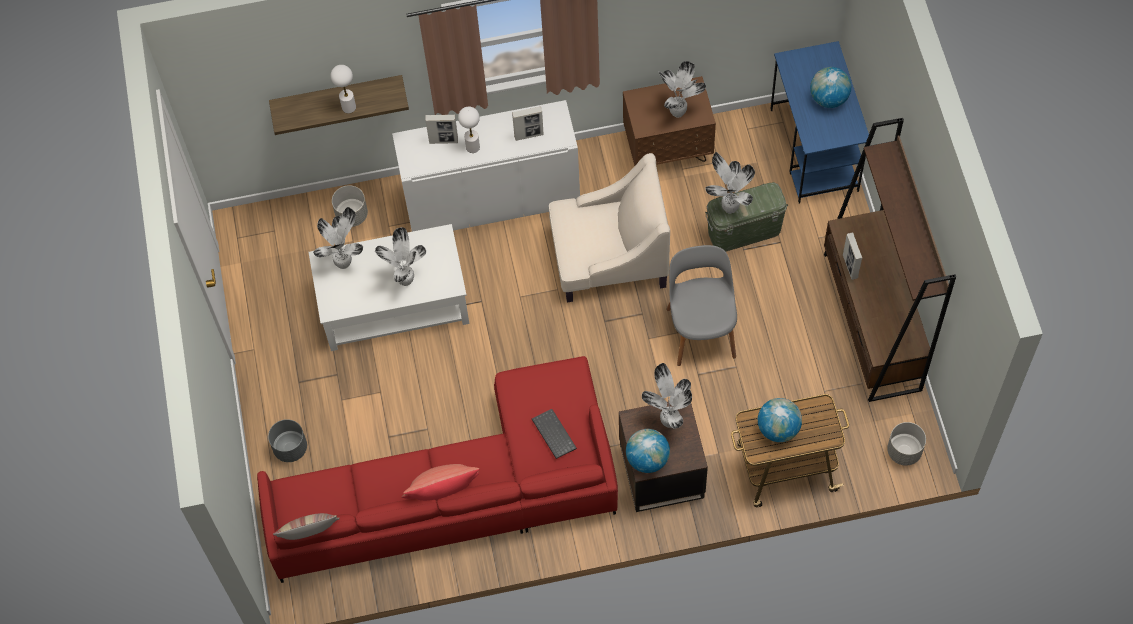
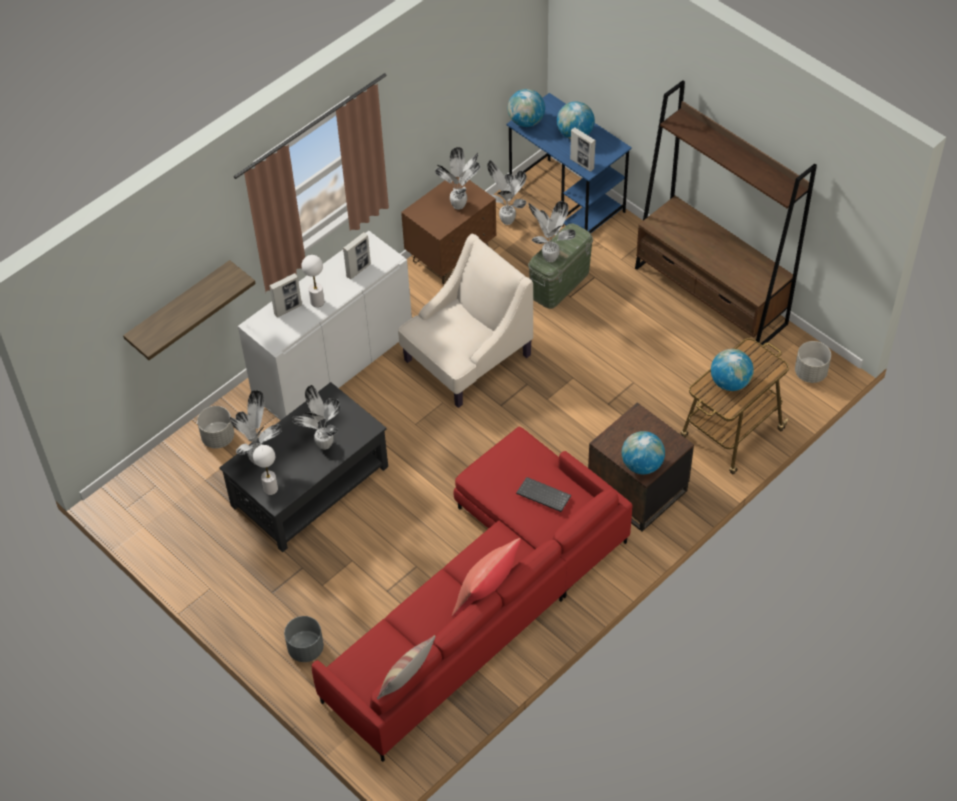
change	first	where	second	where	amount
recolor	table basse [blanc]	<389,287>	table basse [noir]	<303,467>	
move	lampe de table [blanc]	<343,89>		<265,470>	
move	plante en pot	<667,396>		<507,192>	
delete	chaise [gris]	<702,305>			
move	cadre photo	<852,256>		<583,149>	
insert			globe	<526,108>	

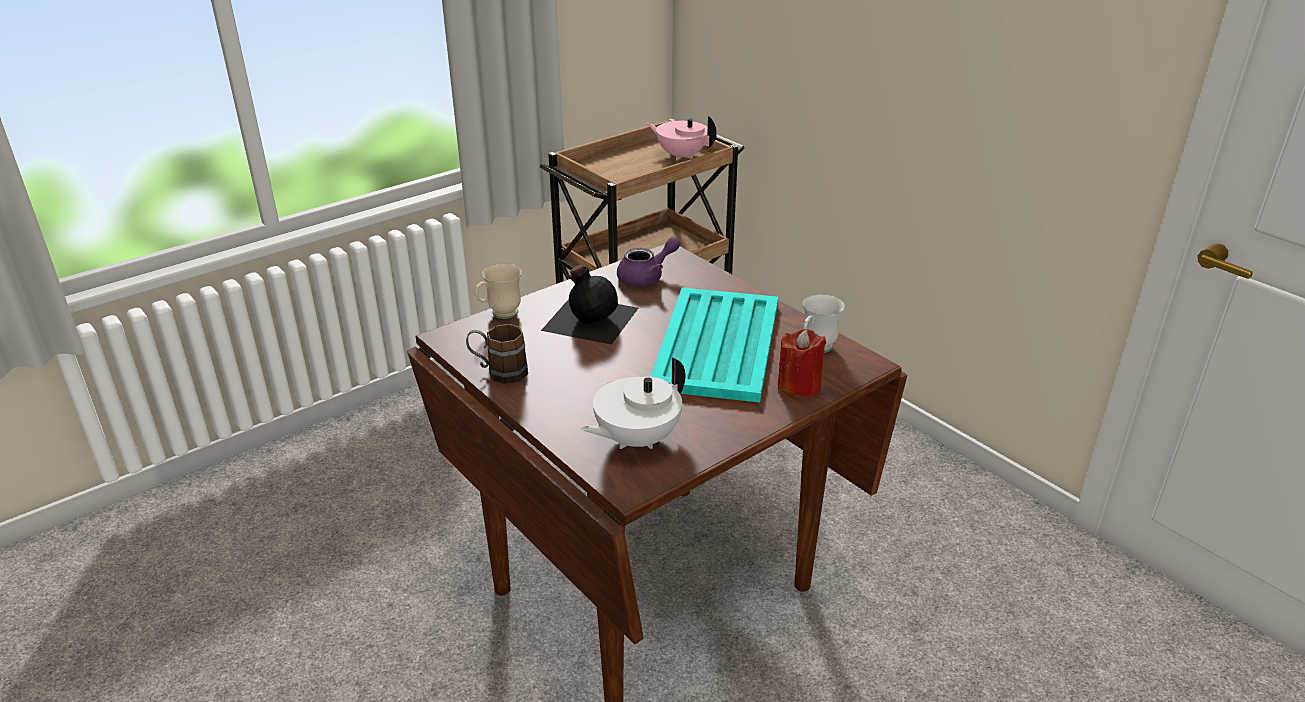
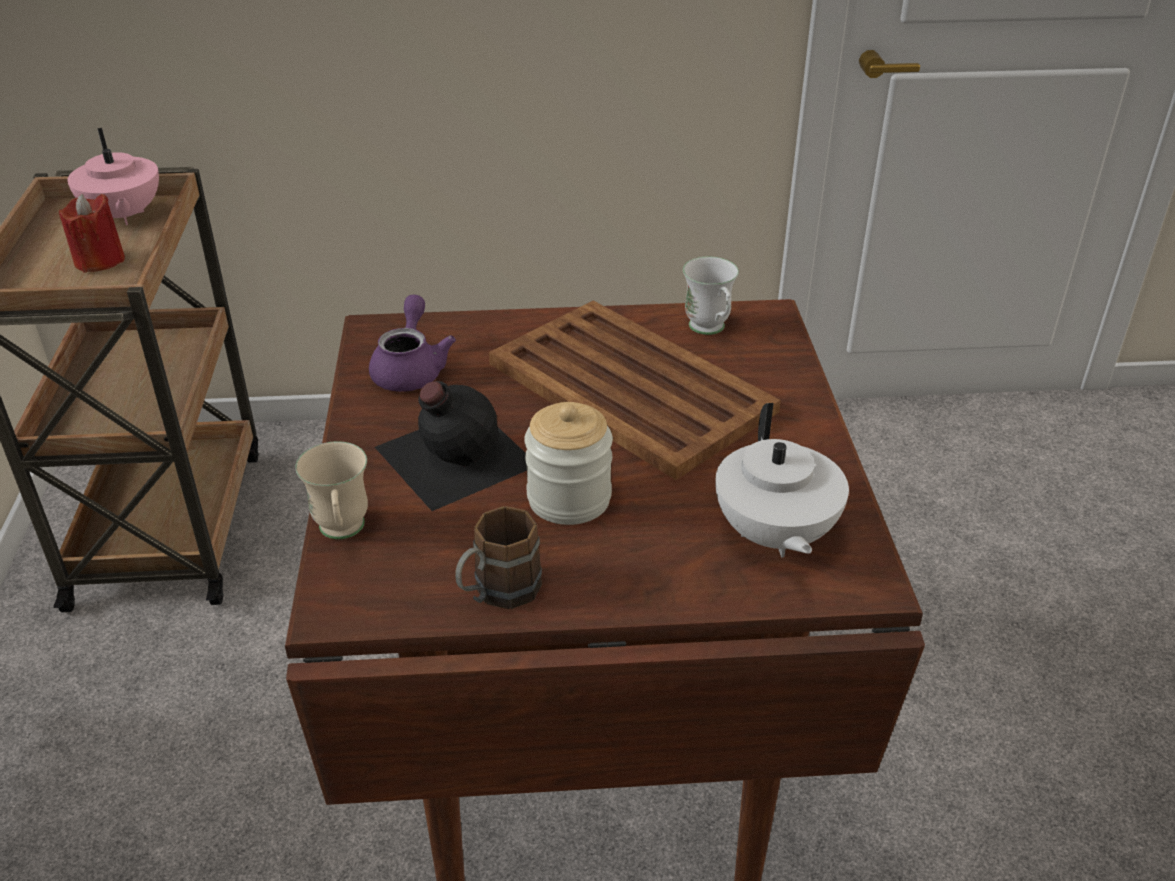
change	first	where	second	where	amount
rotate	théière [rose]	<682,138>		<113,176>	90 degrees counterclockwise
recolor	plateau [turquoise]	<714,345>	plateau [marron]	<635,390>	
move	bougie [rouge]	<802,363>		<92,233>	
insert			bocal	<568,463>	

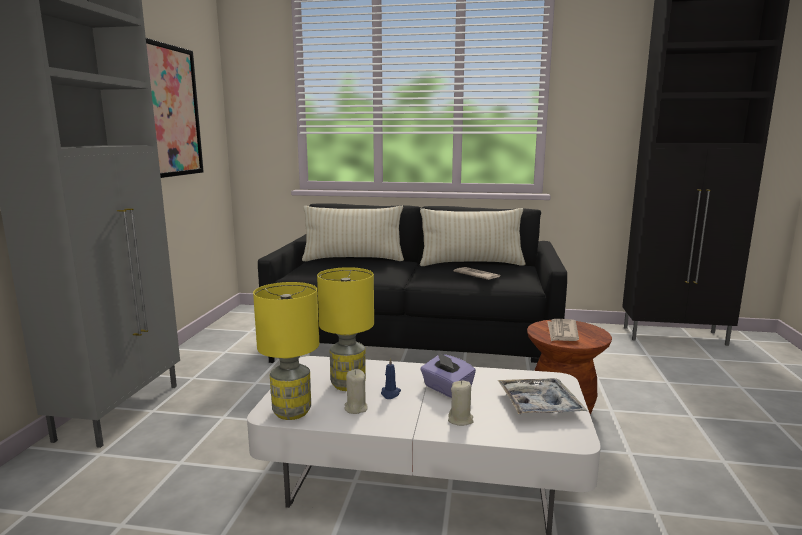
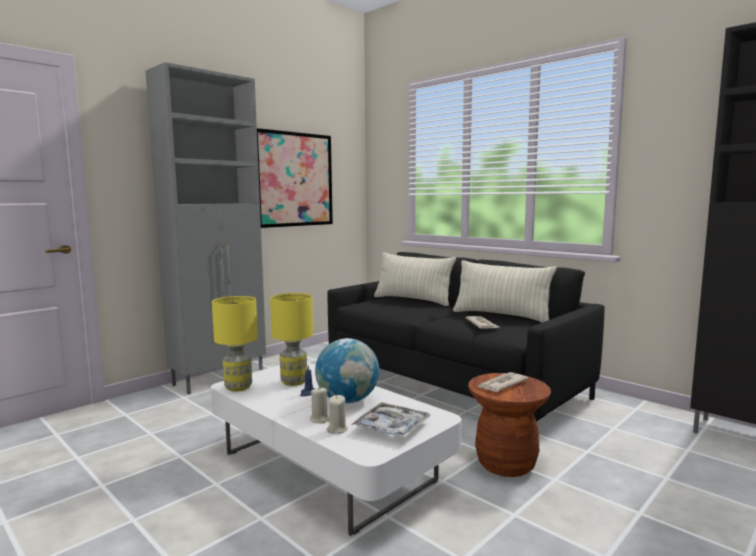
change	first	where	second	where	amount
move	bougie [beige]	<356,391>		<337,414>	
replace	boîte à mouchoirs [violet]	<448,375>	globe	<347,370>	

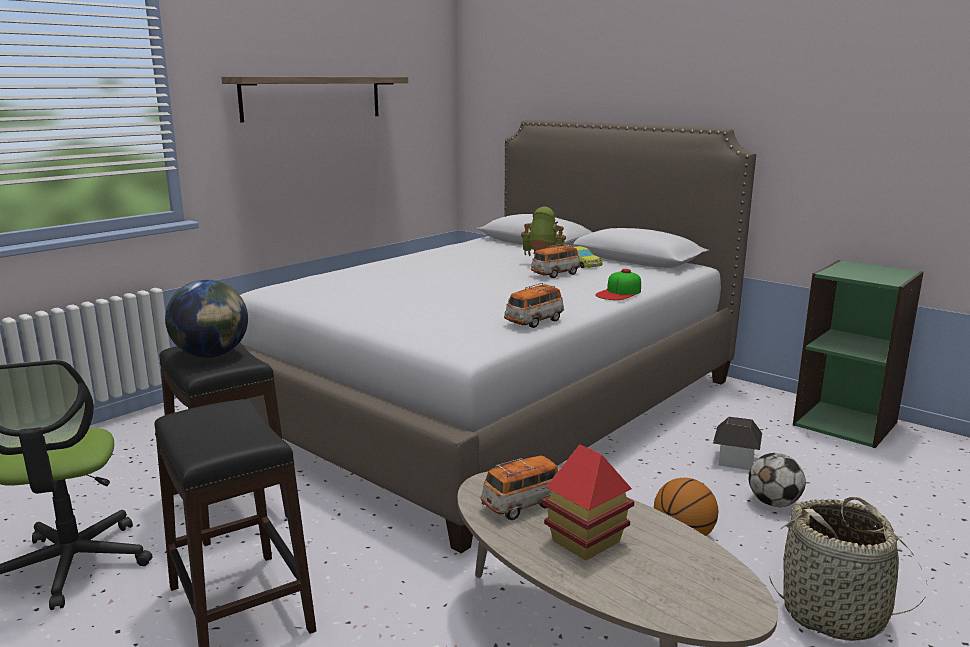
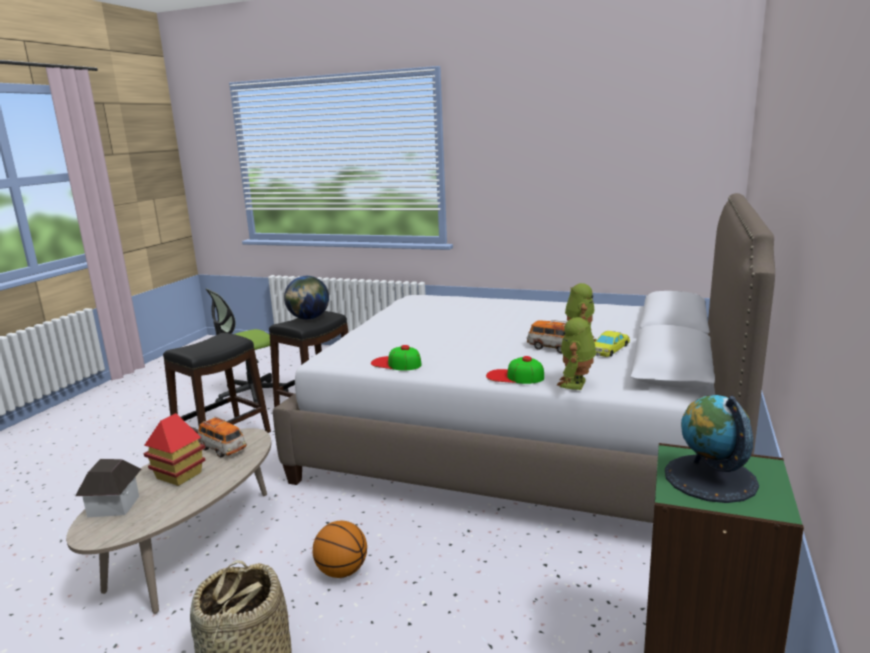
change	first	where	second	where	amount
delete	étagère	<314,99>			
replace	petite voiture	<534,305>	casquette	<396,357>	
move	maison miniature	<737,443>		<108,488>	
delete	ballon de foot	<777,480>			
insert			robot jouet	<576,353>	
insert			globe	<712,449>	

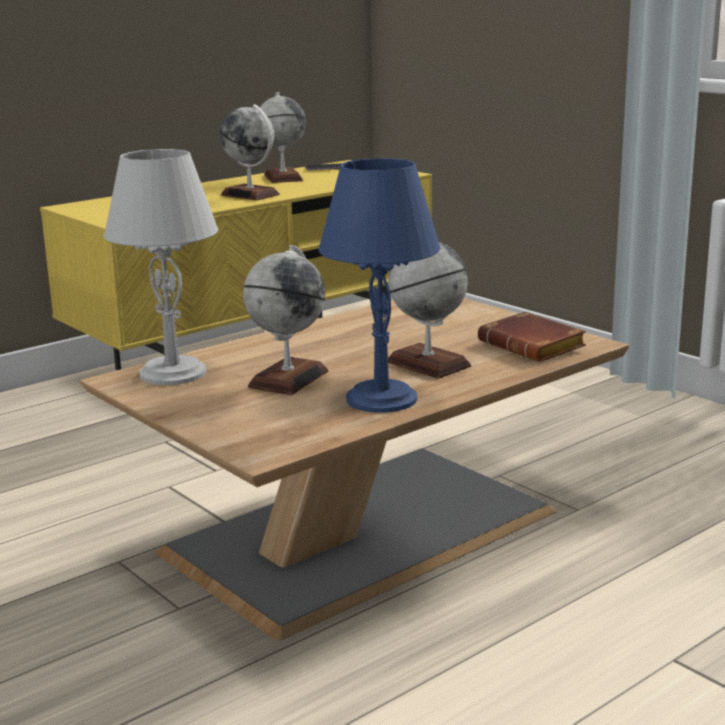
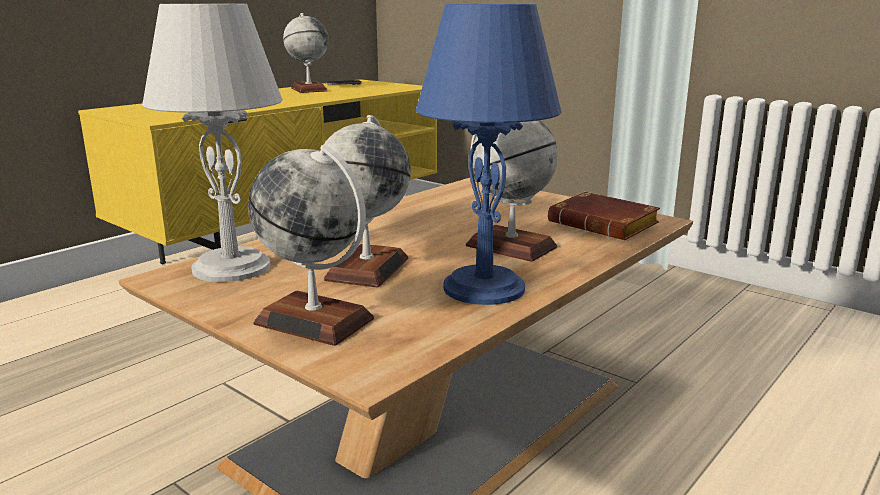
change	first	where	second	where	amount
move	globe	<250,152>		<311,245>	

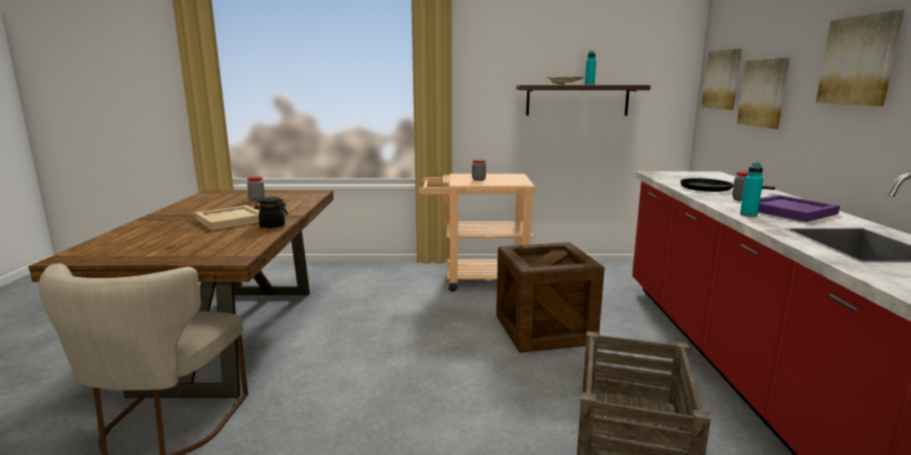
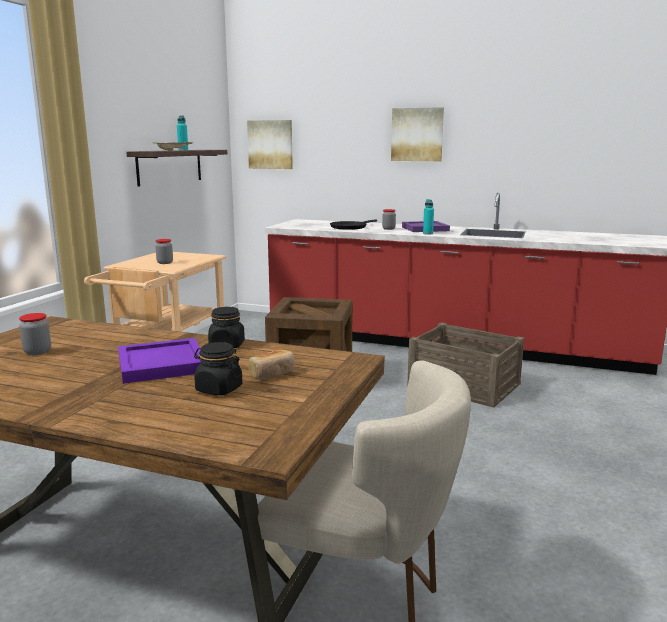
change	first	where	second	where	amount
recolor	plateau [beige]	<227,217>	plateau [violet]	<159,361>	
delete	tableau	<763,93>			
insert			bocal [noir]	<218,368>	
insert			pain	<272,365>	

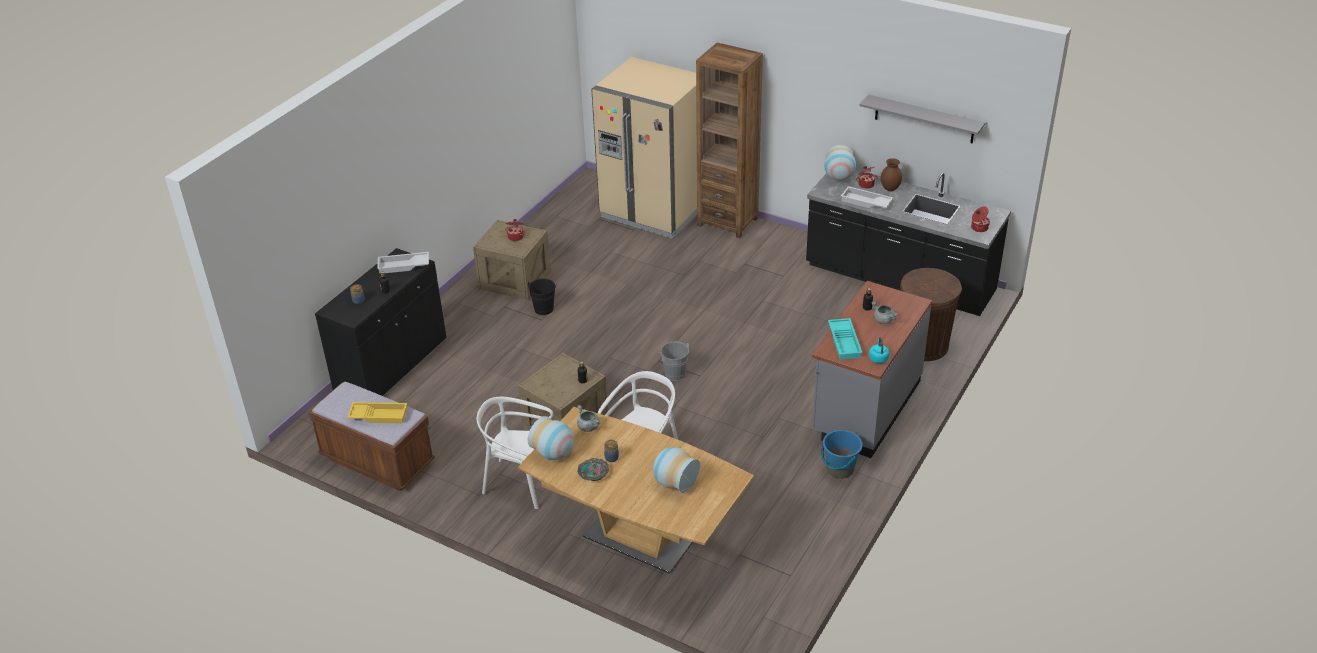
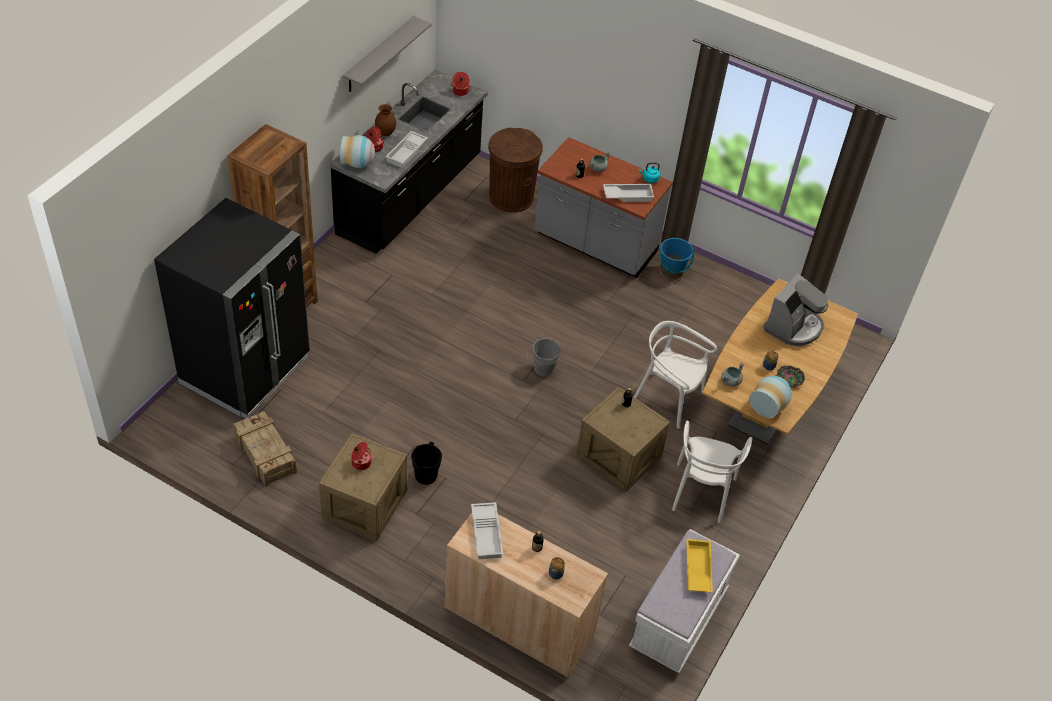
change	first	where	second	where	amount
recolor	banc [marron]	<371,436>	banc [blanc]	<684,601>	
recolor	meuble de rangement [noir]	<381,322>	meuble de rangement [beige]	<526,595>	
recolor	réfrigérateur [beige]	<644,147>	réfrigérateur [noir]	<232,308>	
replace	vase	<676,470>	machine à café	<795,309>	
recolor	plateau [turquoise]	<845,339>	plateau [blanc]	<628,193>	
insert			caisse	<265,449>	

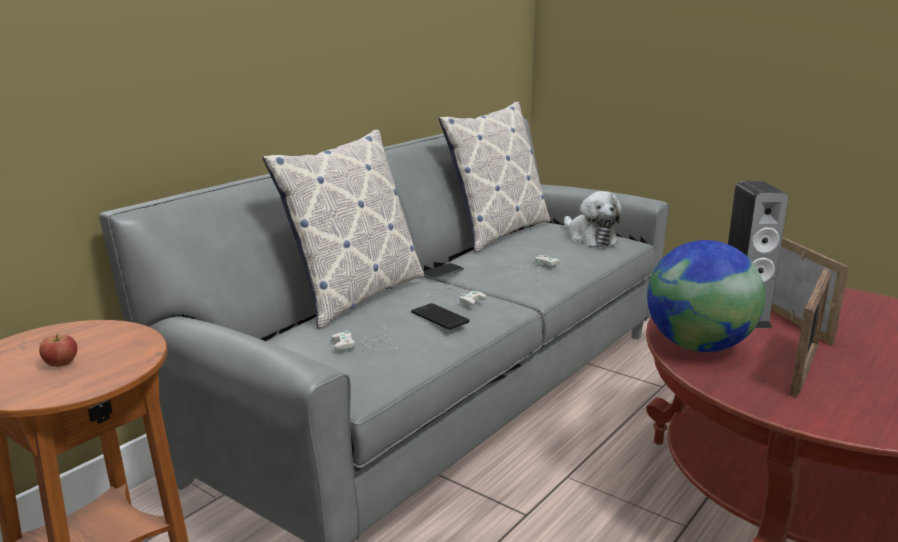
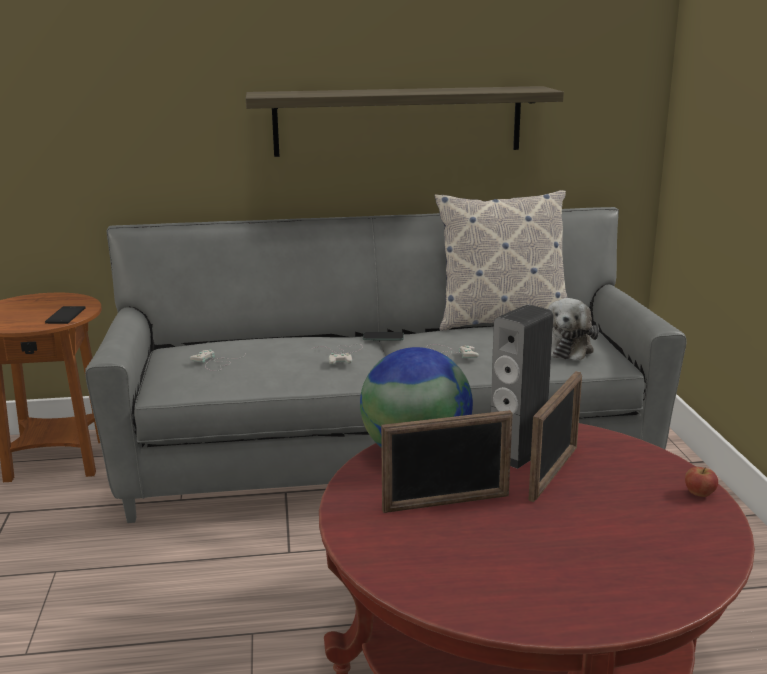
change	first	where	second	where	amount
move	pomme	<58,350>		<701,482>	
delete	coussin	<343,230>			
move	téléphone	<440,316>		<65,315>	
insert			étagère	<405,121>	

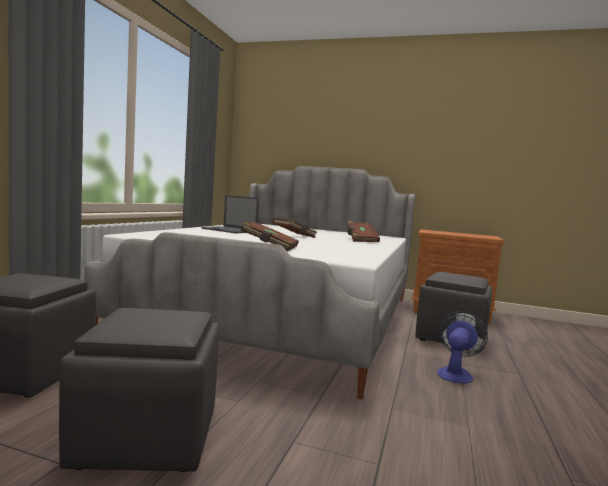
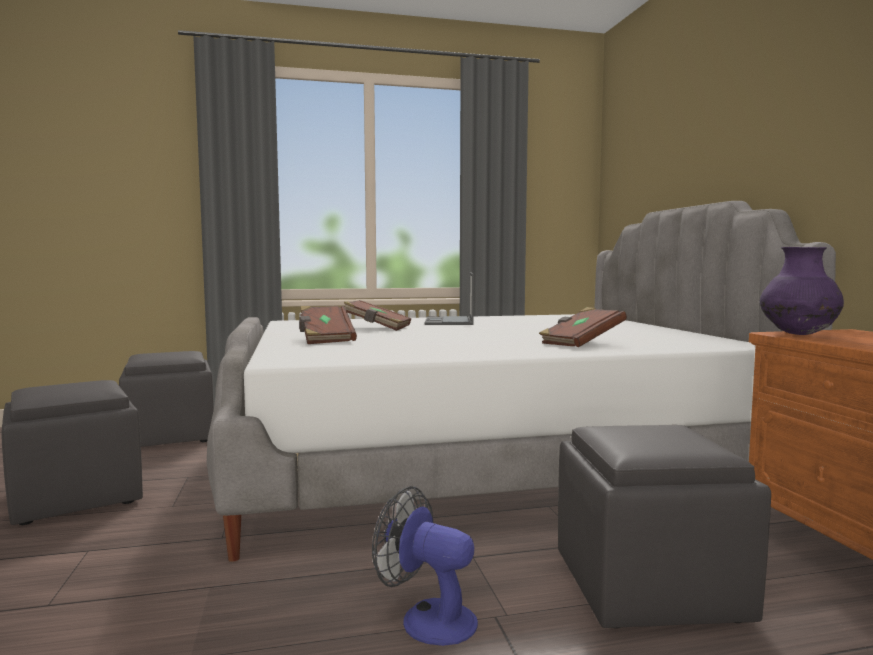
change	first	where	second	where	amount
move	livre [marron]	<294,228>		<377,315>	
rotate	ventilateur	<462,347>		<425,566>	150 degrees counterclockwise
insert			vase [violet]	<802,291>	

